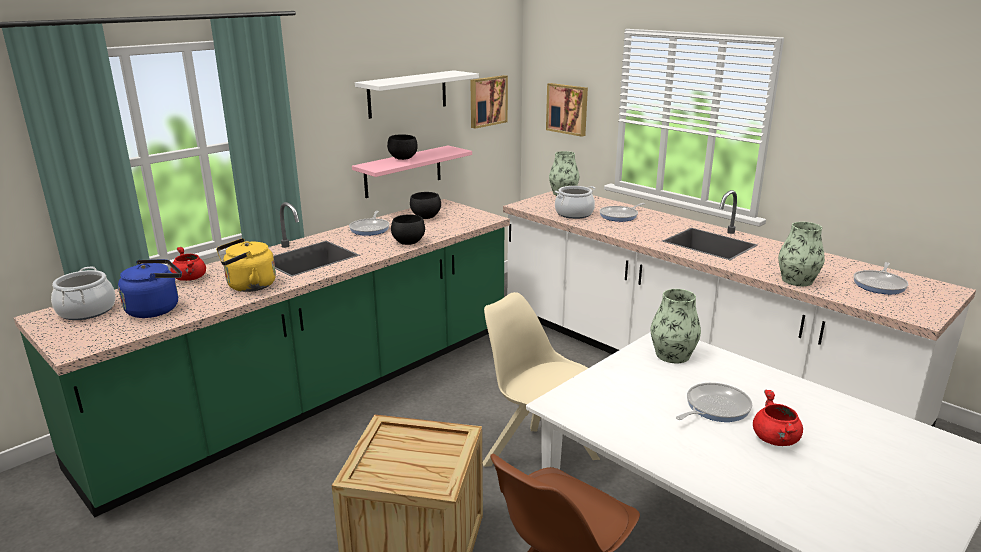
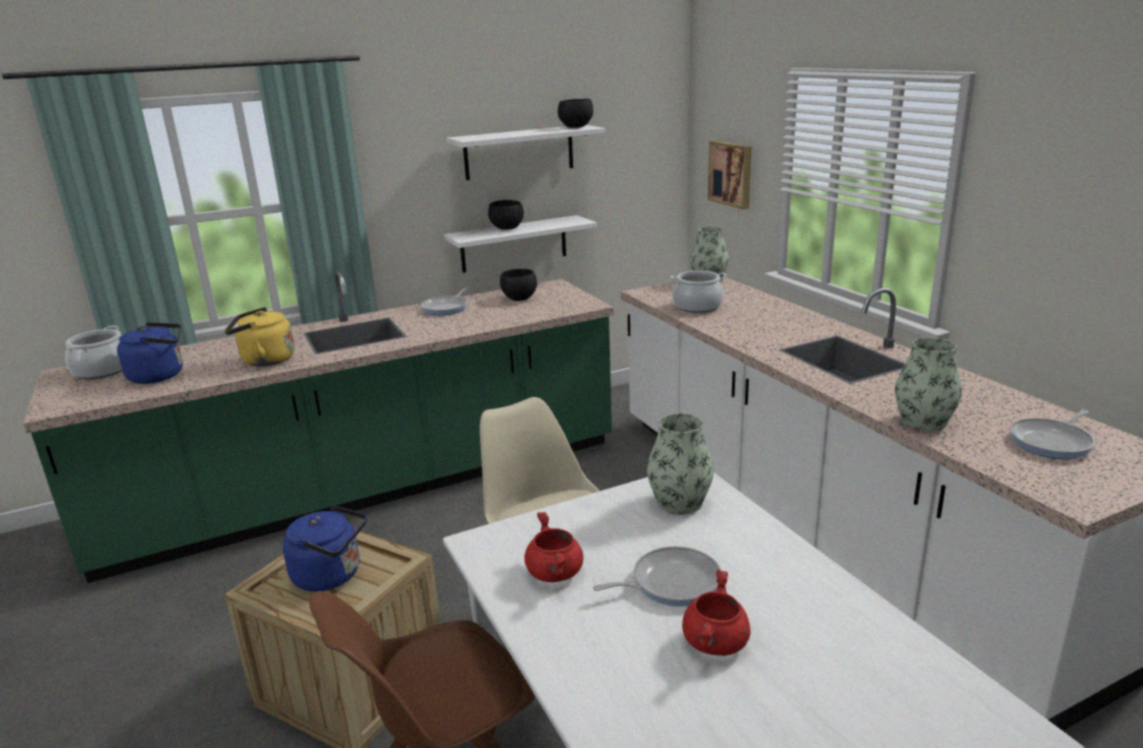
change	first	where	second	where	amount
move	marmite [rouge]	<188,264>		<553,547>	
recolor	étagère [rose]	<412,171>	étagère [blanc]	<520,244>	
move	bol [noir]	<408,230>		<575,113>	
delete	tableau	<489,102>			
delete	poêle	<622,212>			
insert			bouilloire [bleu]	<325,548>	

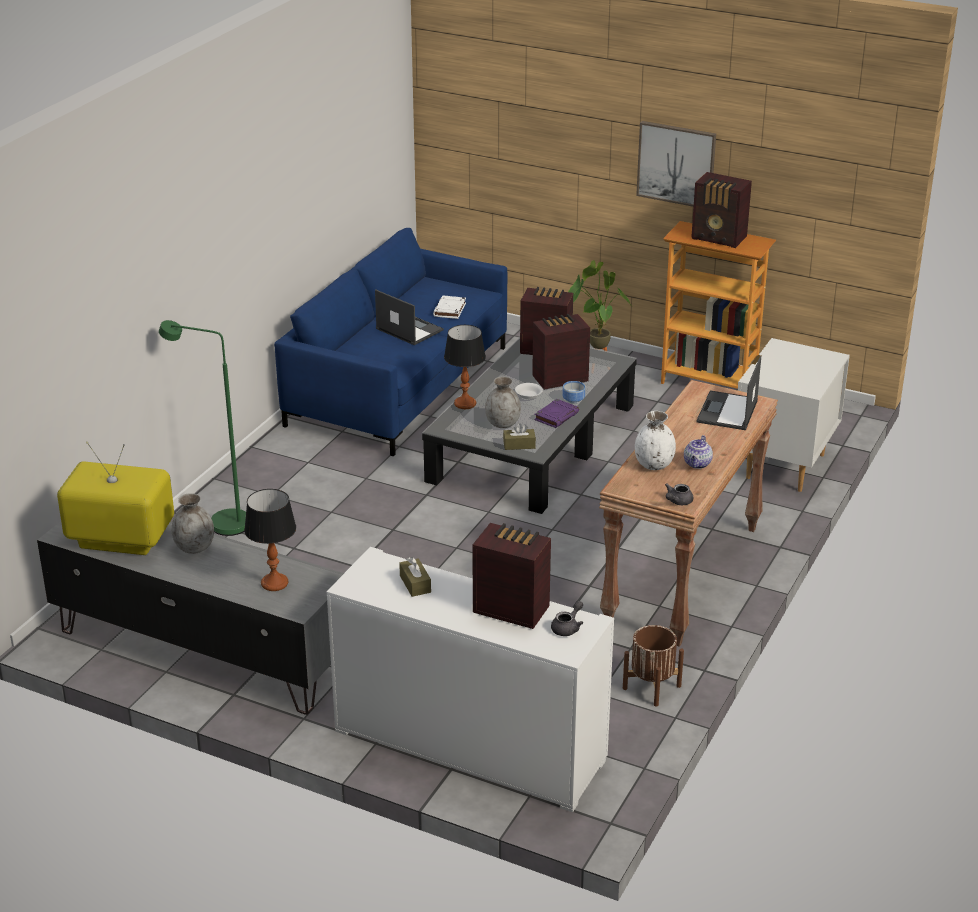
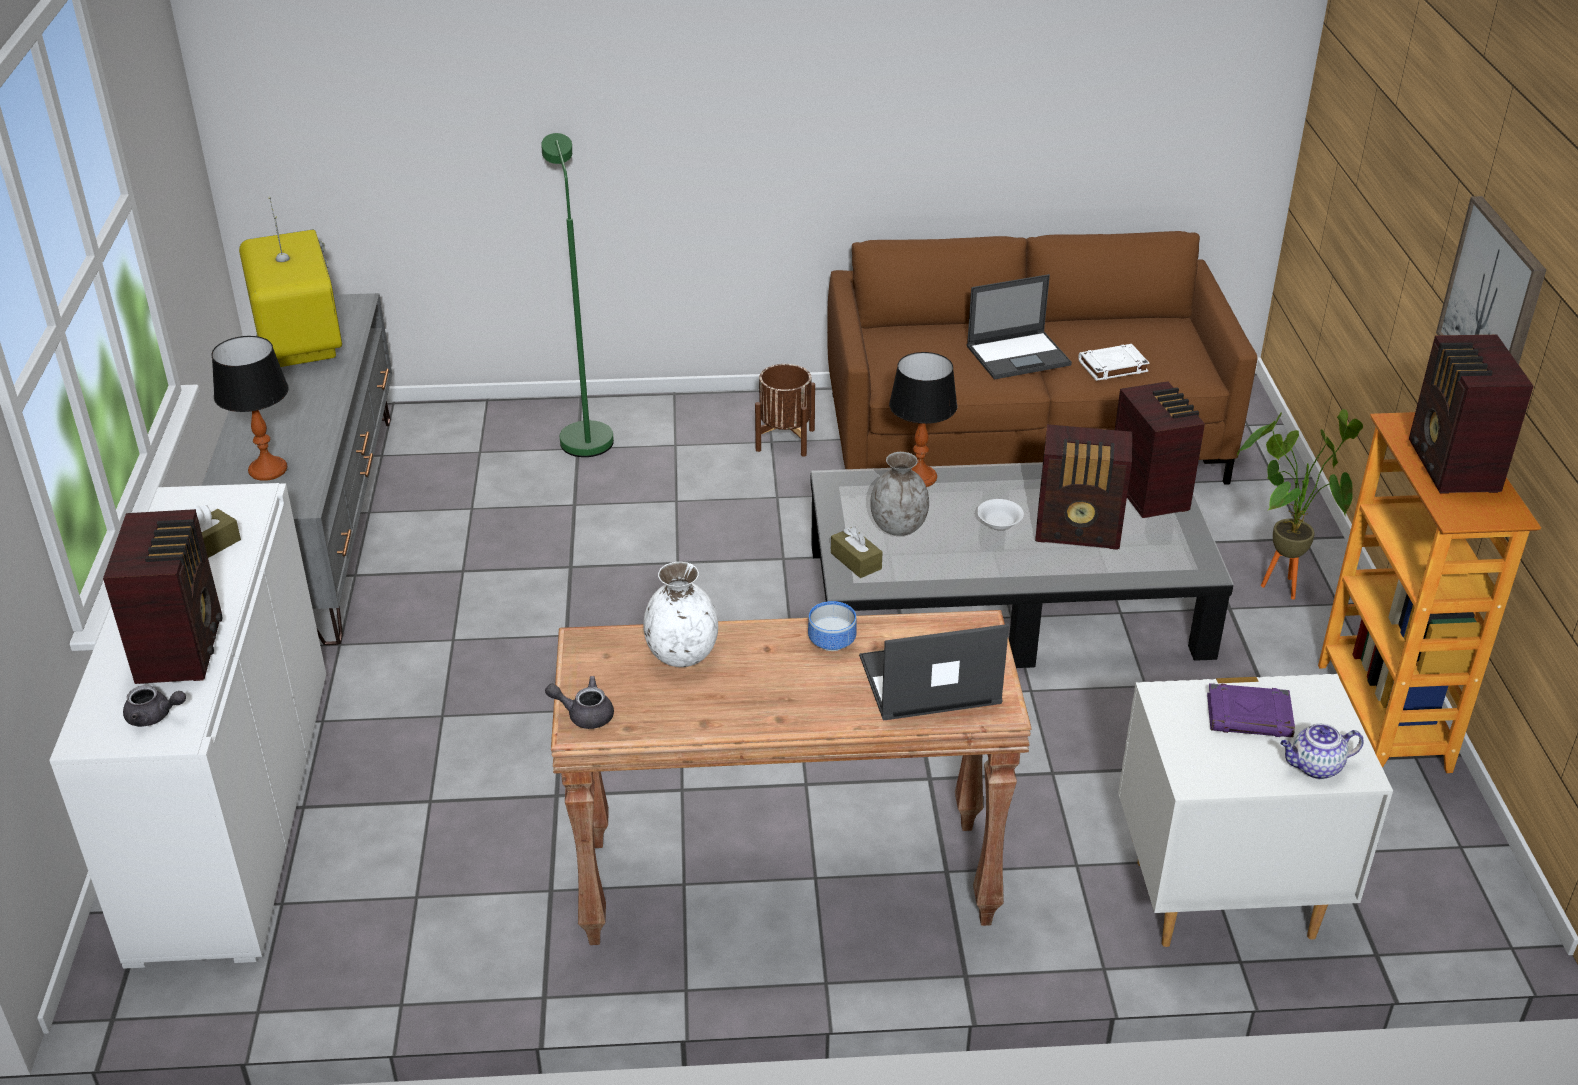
change	first	where	second	where	amount
delete	vase [gris]	<193,523>			
recolor	canapé [bleu]	<390,342>	canapé [marron]	<1042,358>	
rotate	ordinateur portable	<409,317>		<1019,326>	60 degrees clockwise
rotate	radio	<561,352>		<1083,487>	150 degrees clockwise
move	livre [violet]	<556,413>		<1251,710>	
move	bol	<573,392>		<832,626>	
move	cache-pot [marron]	<653,666>		<785,410>	
move	théière	<698,452>		<1322,751>	

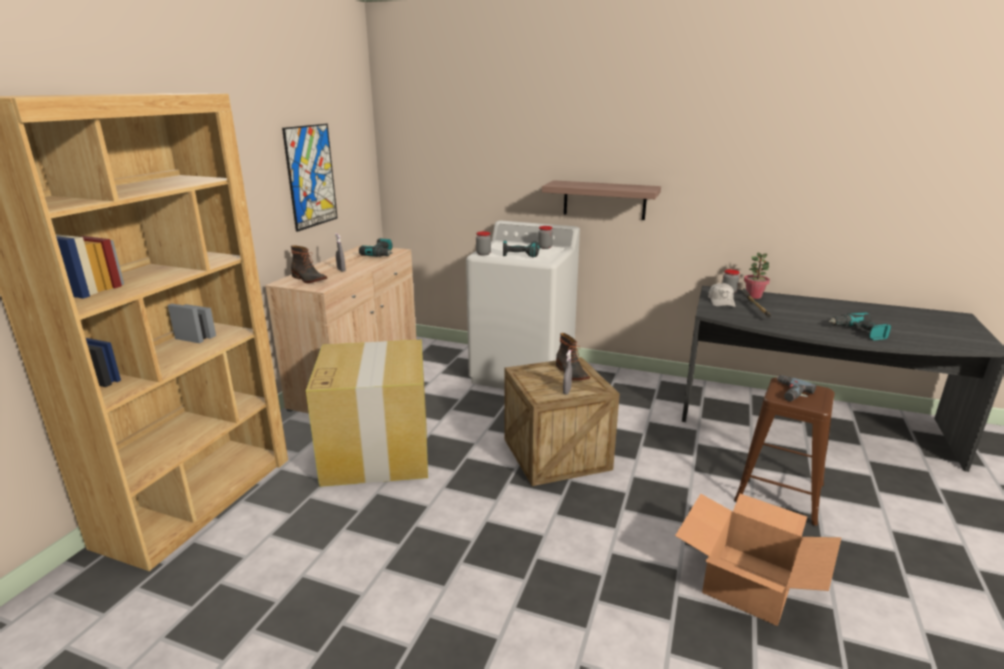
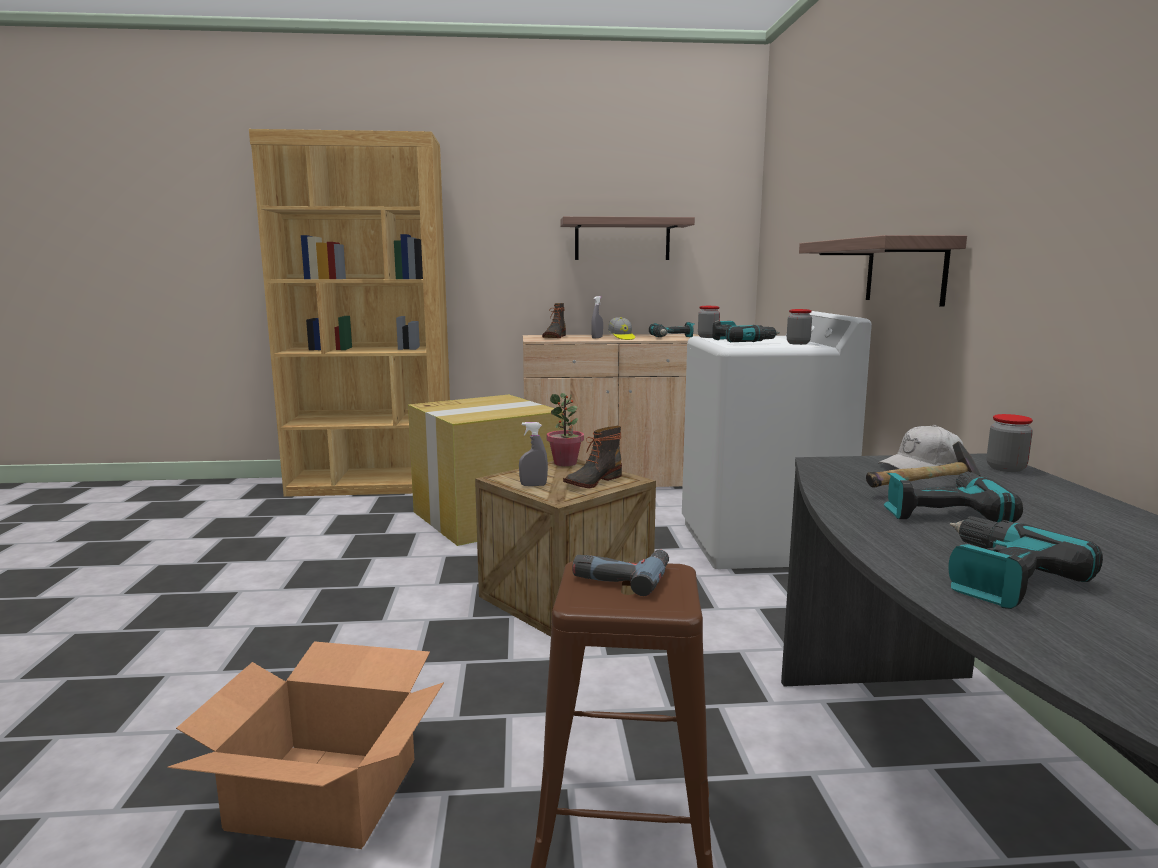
change	first	where	second	where	amount
replace	tableau	<309,178>	étagère	<627,238>	
move	plante en pot	<757,276>		<565,429>	
insert			casquette	<621,328>	
insert			perceuse	<953,497>	

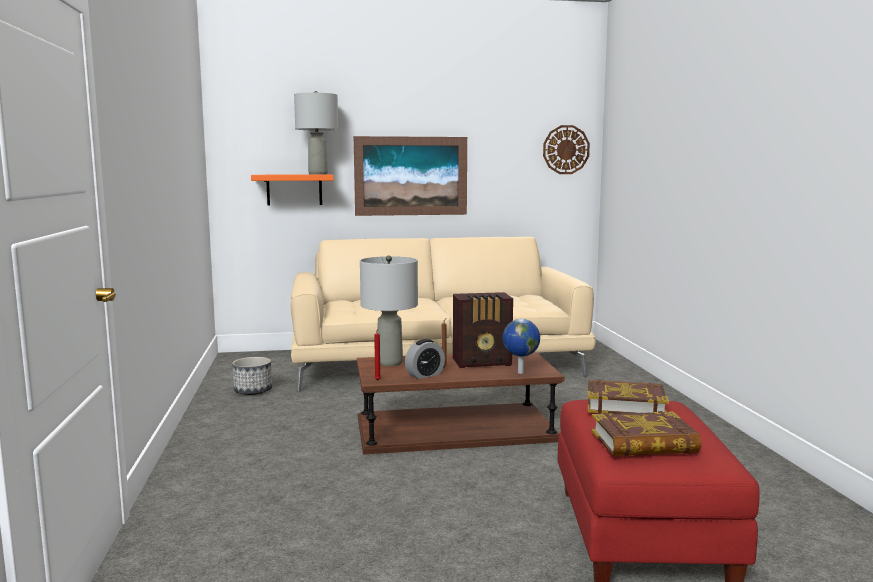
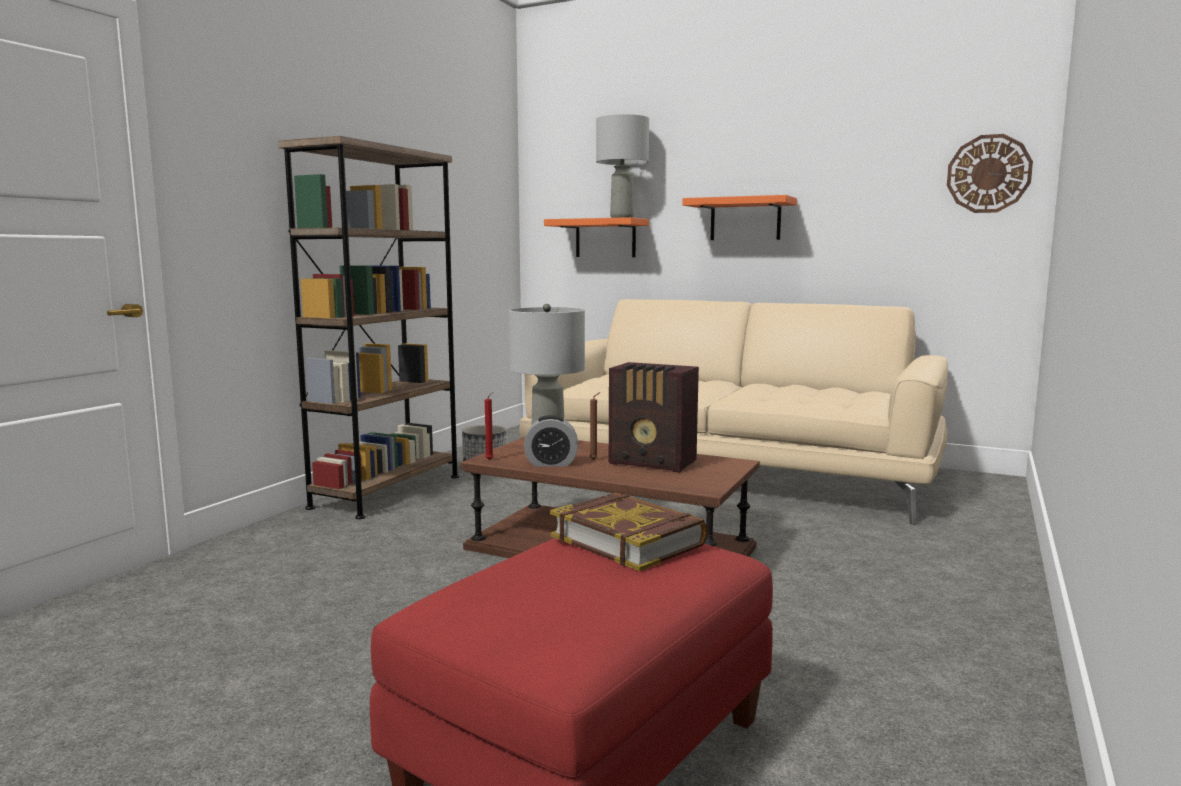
change	first	where	second	where	amount
replace	tableau	<410,176>	étagère [orange]	<739,217>	
delete	globe	<521,346>			
delete	livre	<646,433>			
insert			bibliothèque [marron]	<368,327>	

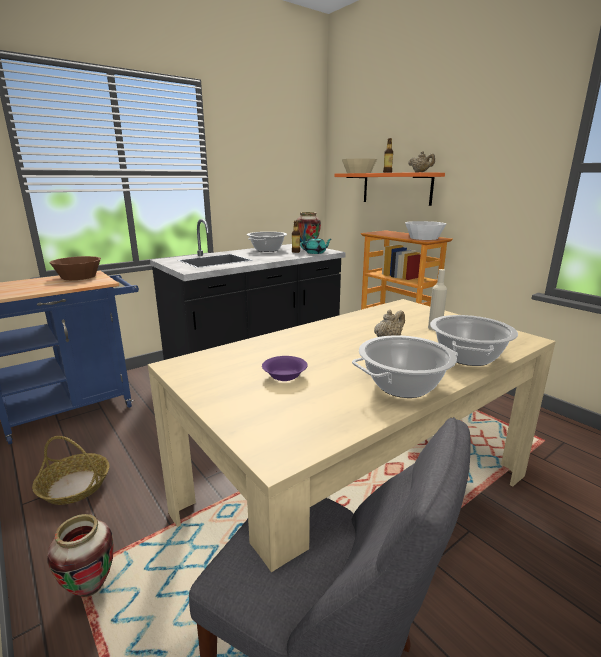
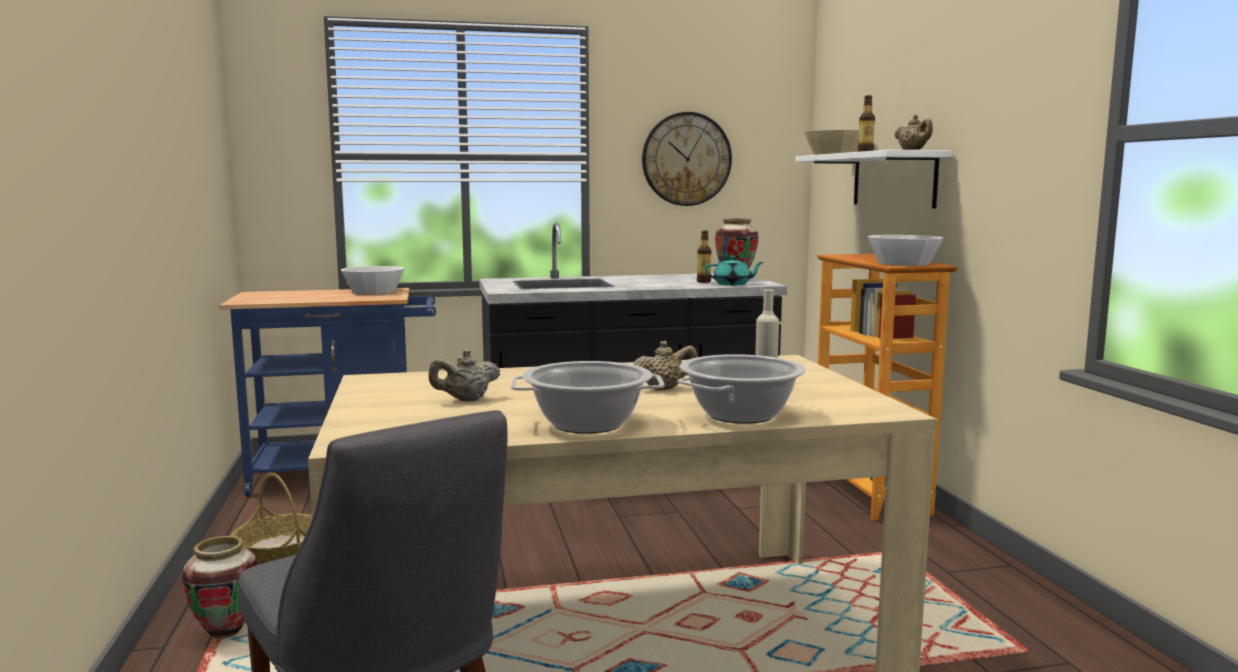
change	first	where	second	where	amount
recolor	bol [marron]	<75,268>	bol [blanc]	<373,280>	
delete	marmite	<267,242>			
replace	bol [violet]	<285,368>	théière [beige]	<464,375>	
recolor	étagère [orange]	<390,189>	étagère [blanc]	<874,179>	
insert			horloge murale	<687,159>	

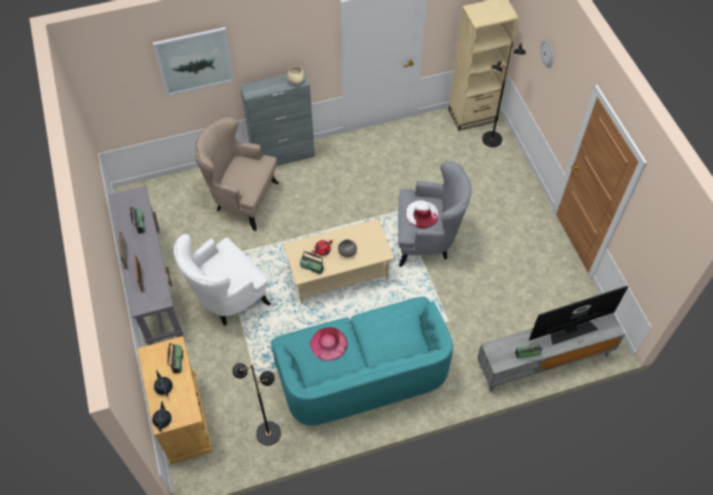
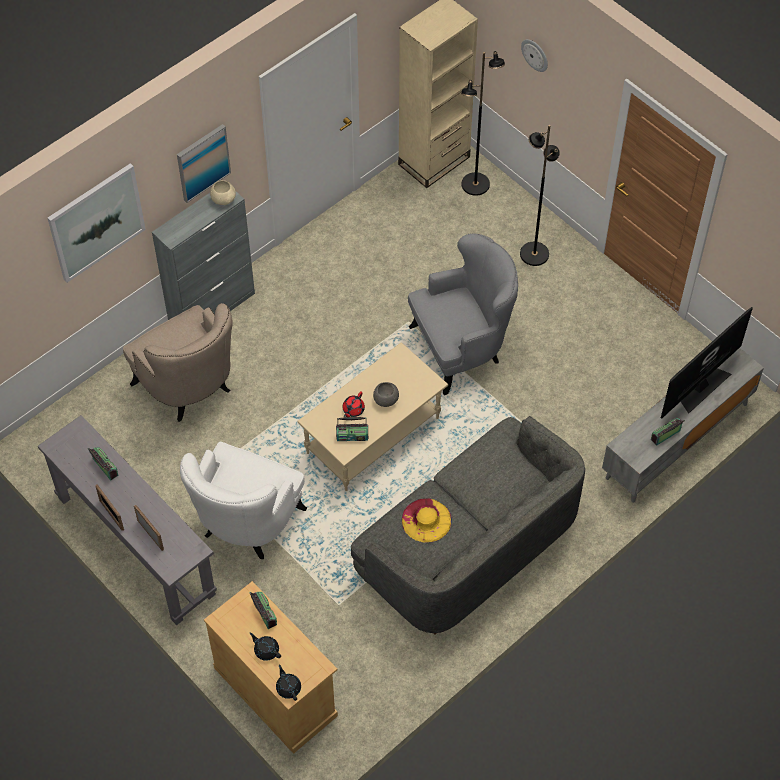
change	first	where	second	where	amount
rotate	fauteuil [beige]	<237,173>		<178,362>	120 degrees counterclockwise
move	lampadaire [noir]	<256,404>		<540,195>	
recolor	canapé [turquoise]	<362,361>	canapé [gris]	<468,525>	
recolor	chapeau [rose]	<329,344>	chapeau [jaune]	<427,520>	
delete	chapeau [blanc]	<422,214>			
insert			tableau	<204,163>	

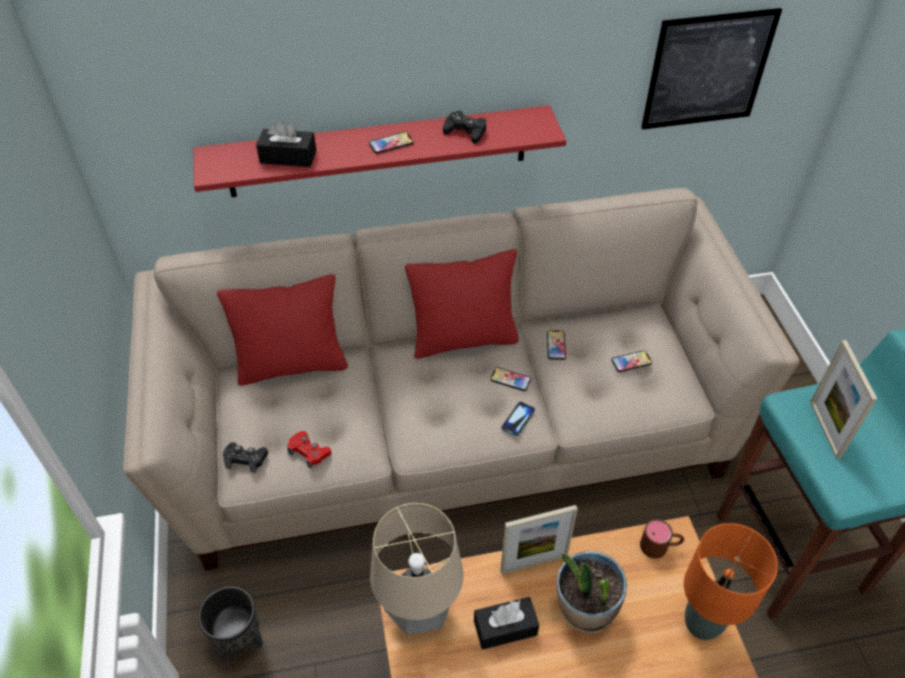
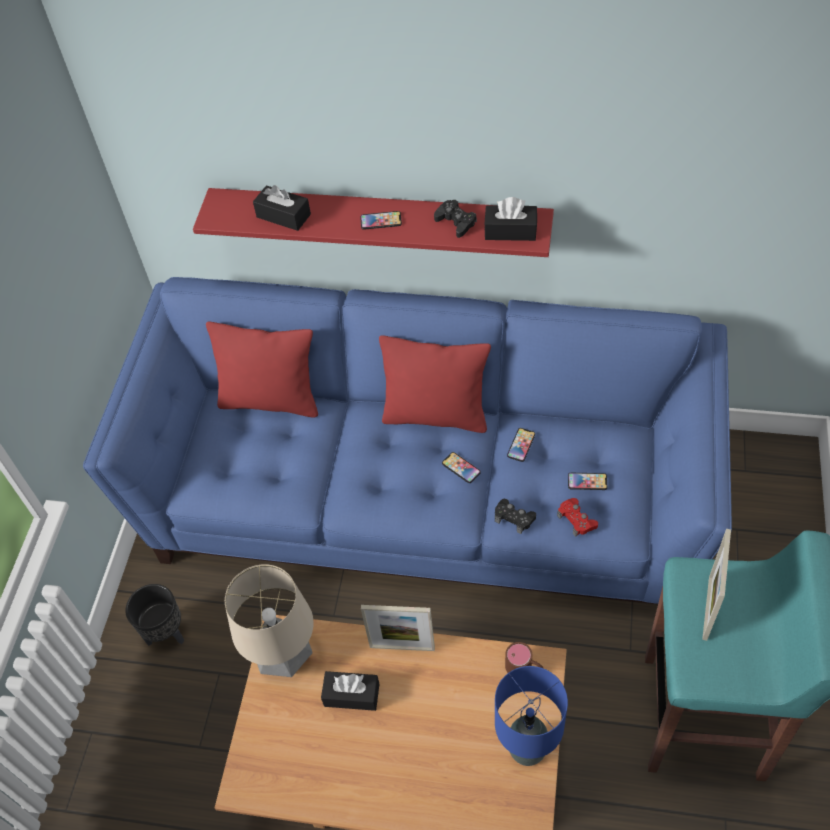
change	first	where	second	where	amount
recolor	canapé [beige]	<461,379>	canapé [bleu]	<407,440>	
move	manette [noir]	<245,457>		<515,516>	
move	manette [rouge]	<309,450>		<577,517>	
delete	téléphone	<518,418>			
delete	plante en pot	<592,592>			
delete	tableau	<711,69>			
recolor	lampe de table [orange]	<731,581>	lampe de table [bleu]	<531,716>	
insert			boîte à mouchoirs [noir]	<510,219>	

